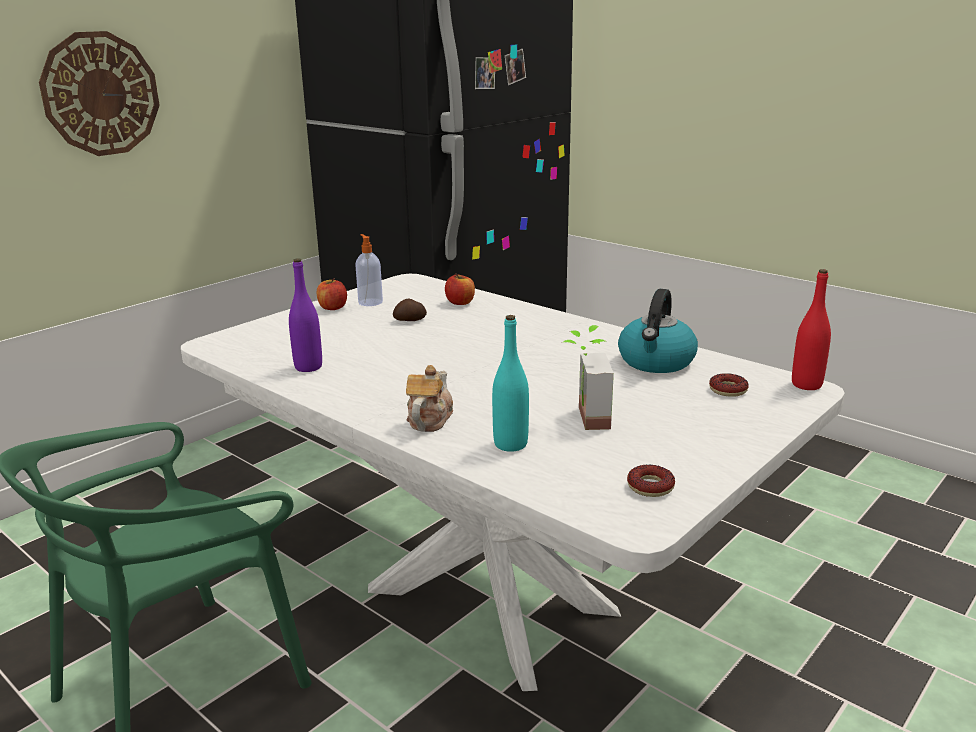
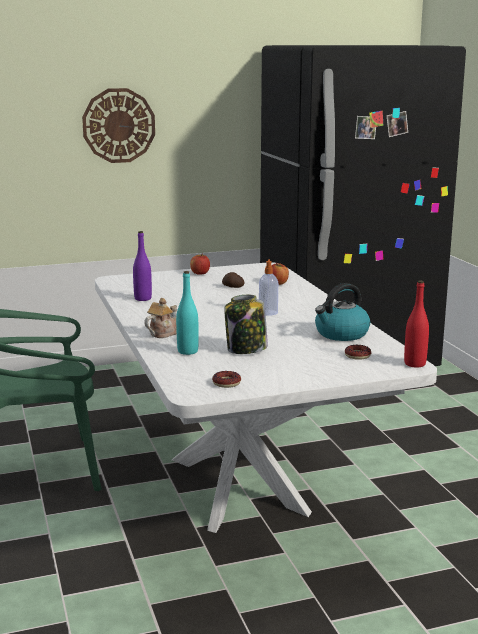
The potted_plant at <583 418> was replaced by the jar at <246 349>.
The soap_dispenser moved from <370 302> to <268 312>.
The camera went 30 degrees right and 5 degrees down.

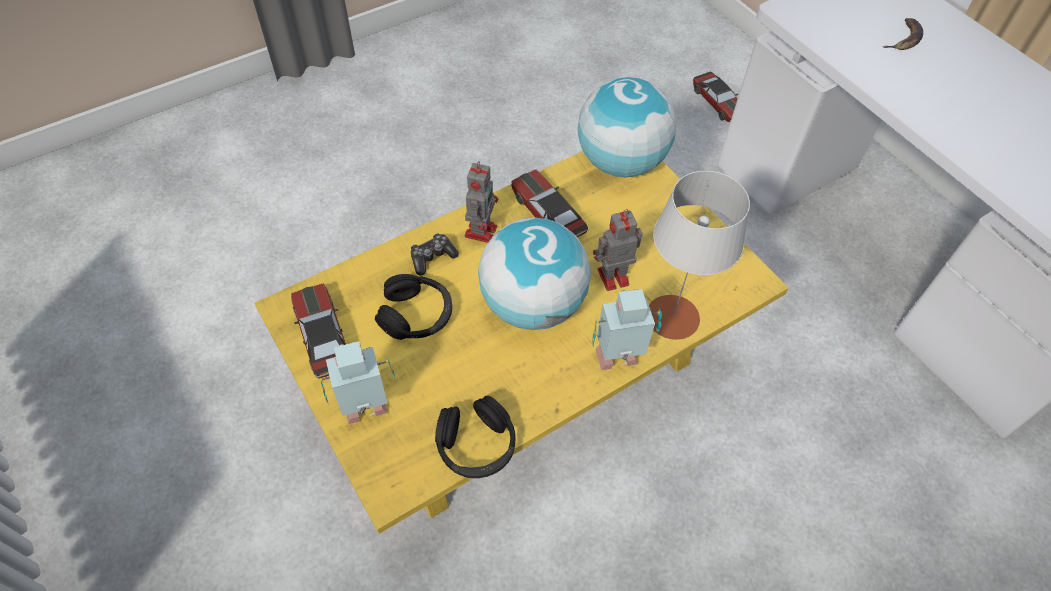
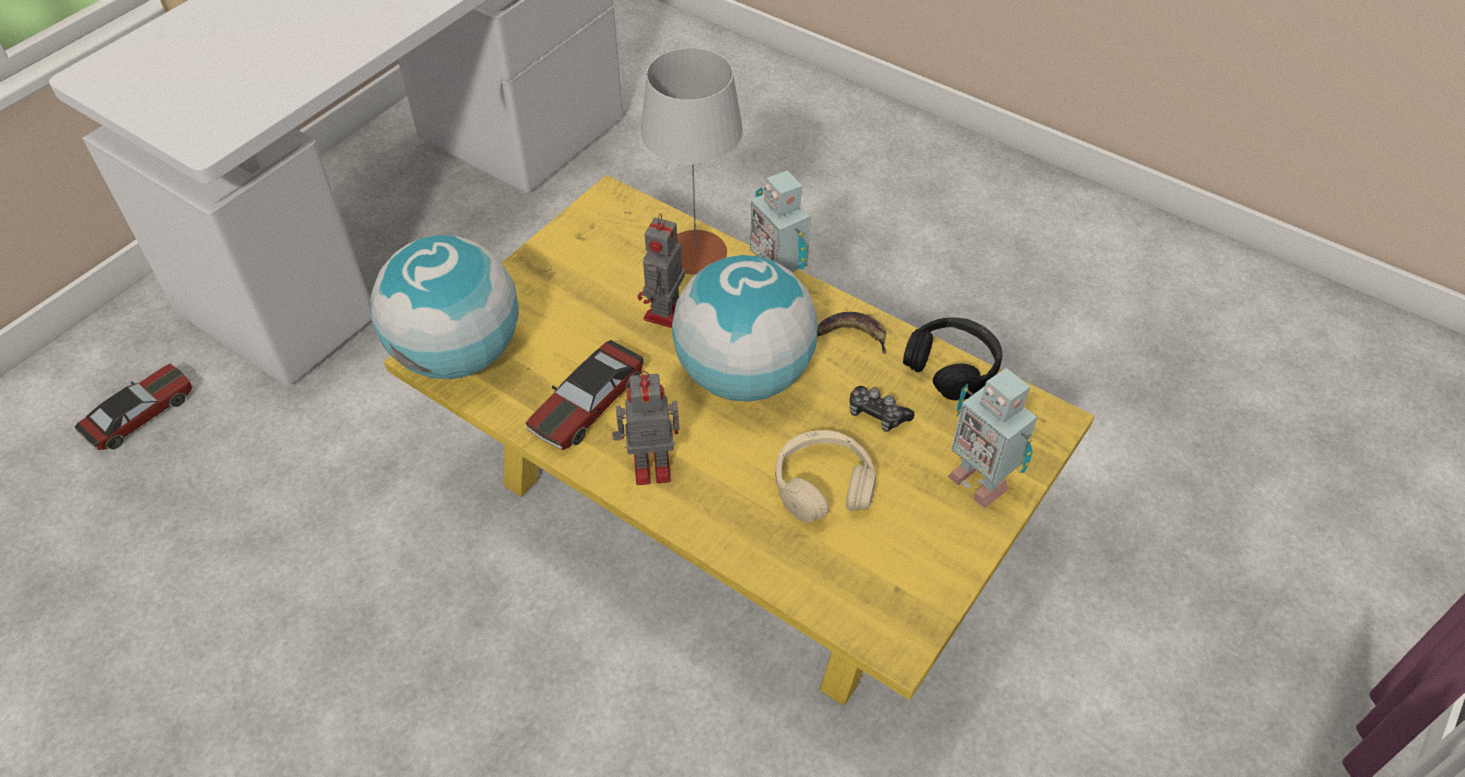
The toy_robot at <611 277> turned 60 degrees clockwise.
The black_headphones at <417 315> became the beige_headphones at <823 485>.
The banana moved from <904 38> to <851 335>.
The game_controller moved from <432 257> to <876 414>.
The toy_car at <323 336> disappeared.
The camera went 110 degrees left and 5 degrees down.

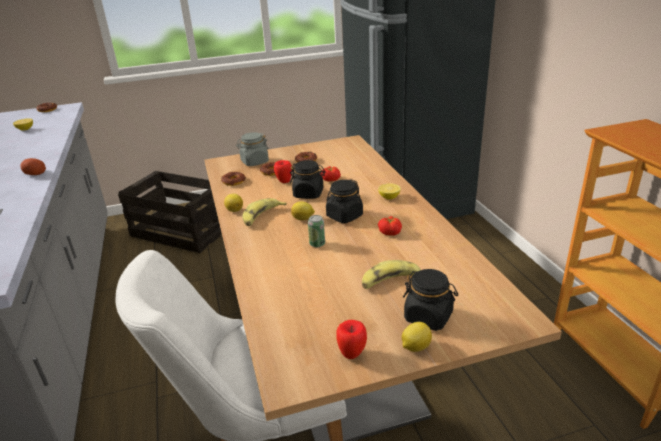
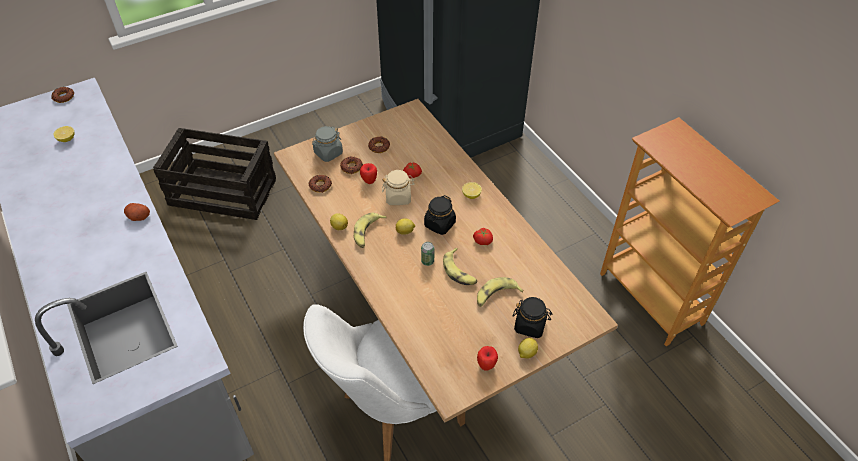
The black_jar at <308 194> became the beige_jar at <398 197>.
The banana at <459 271> appeared.
The camera went 15 degrees left and 20 degrees up.

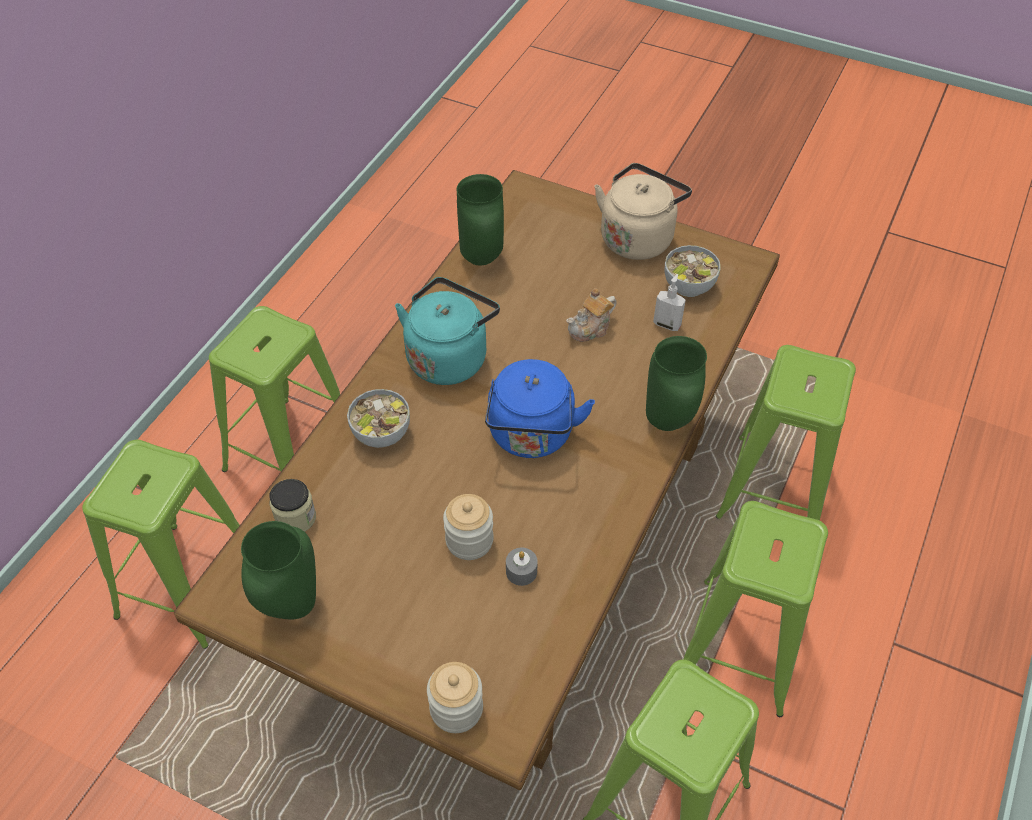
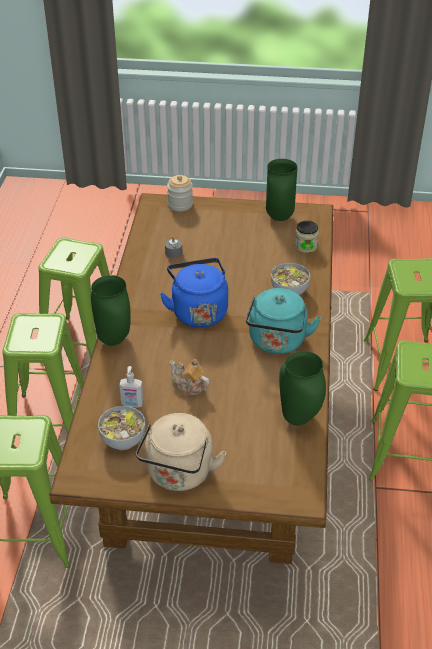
The teapot at <590 328> turned 90 degrees counterclockwise.
The jar at <469 540> disappeared.
The camera went 160 degrees right and 10 degrees down.

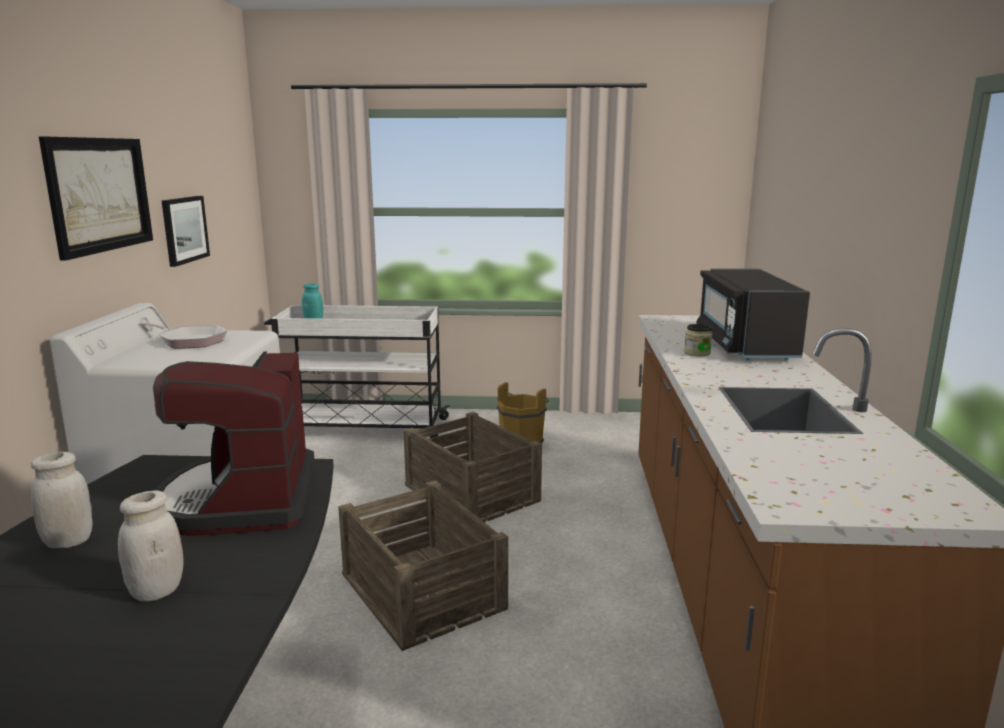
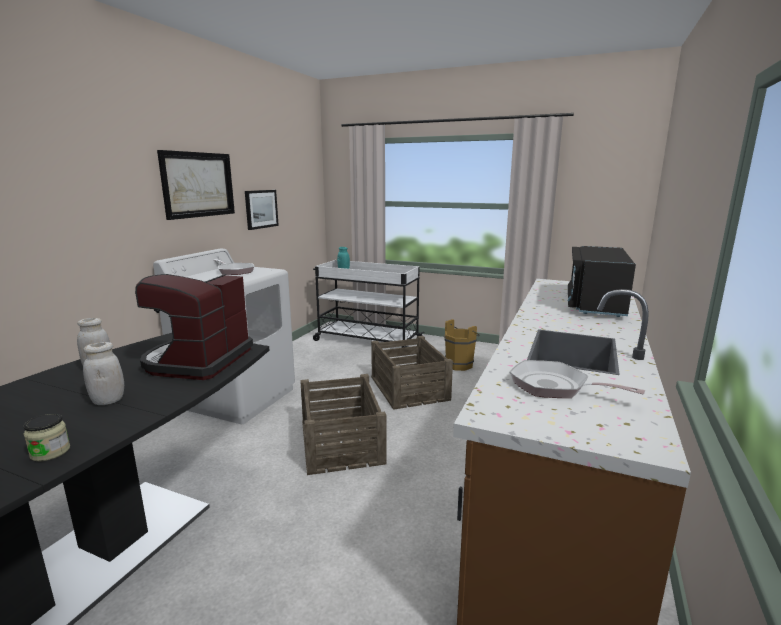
The jar moved from <697 353> to <50 452>.
The frying_pan at <554 386> appeared.
The camera went 20 degrees right and 0 degrees up.

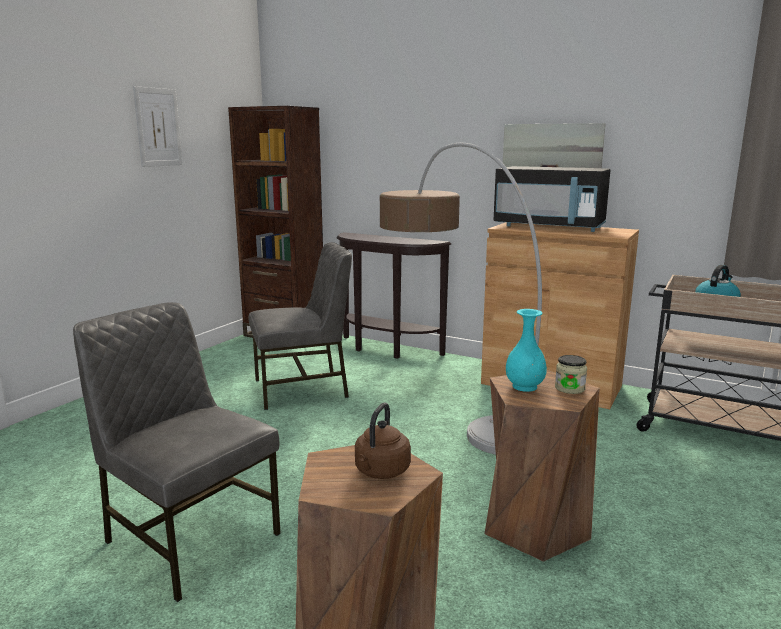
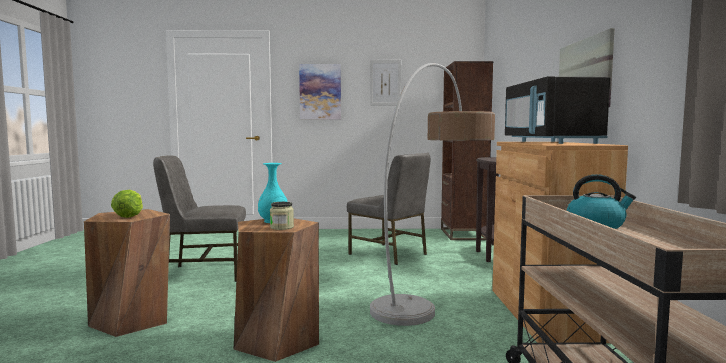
The brown_kettle at <381 472> was replaced by the lettuce at <129 216>.
The grey_chair at <189 537> turned 105 degrees counterclockwise.
The picture at <320 92> appeared.
The camera went 60 degrees right and 10 degrees down.

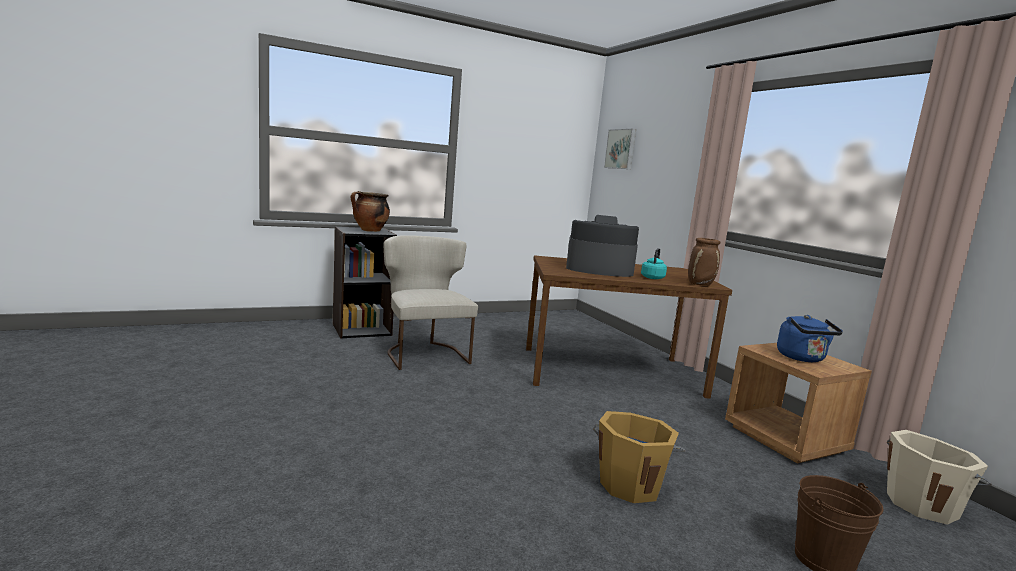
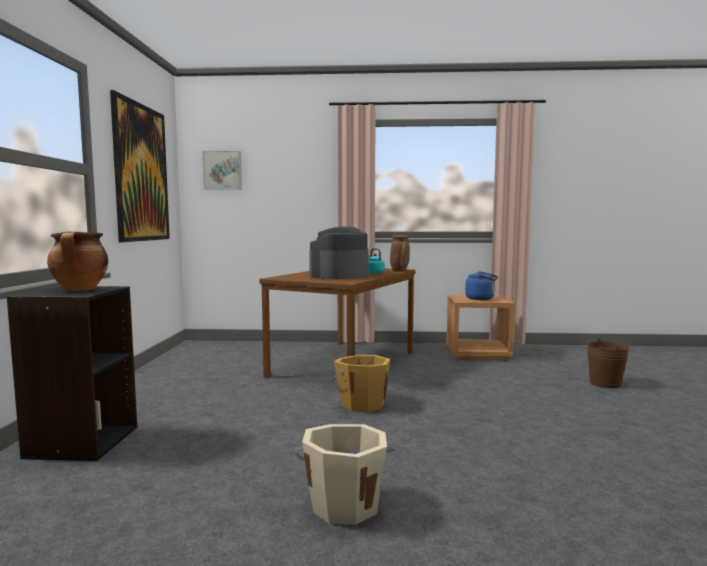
The picture at <141 173> appeared.
The beige_bucket moved from <922 504> to <345 504>.
The orange_bucket moved from <630 484> to <362 404>.
The beige_chair at <424 353> disappeared.
The camera went 60 degrees left and 5 degrees down.

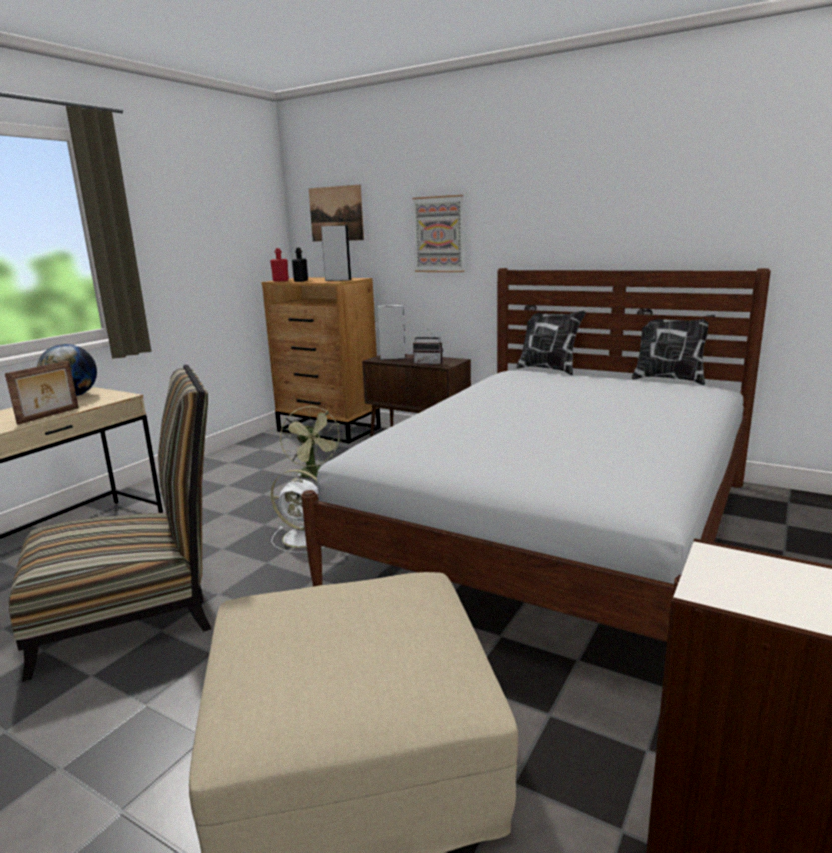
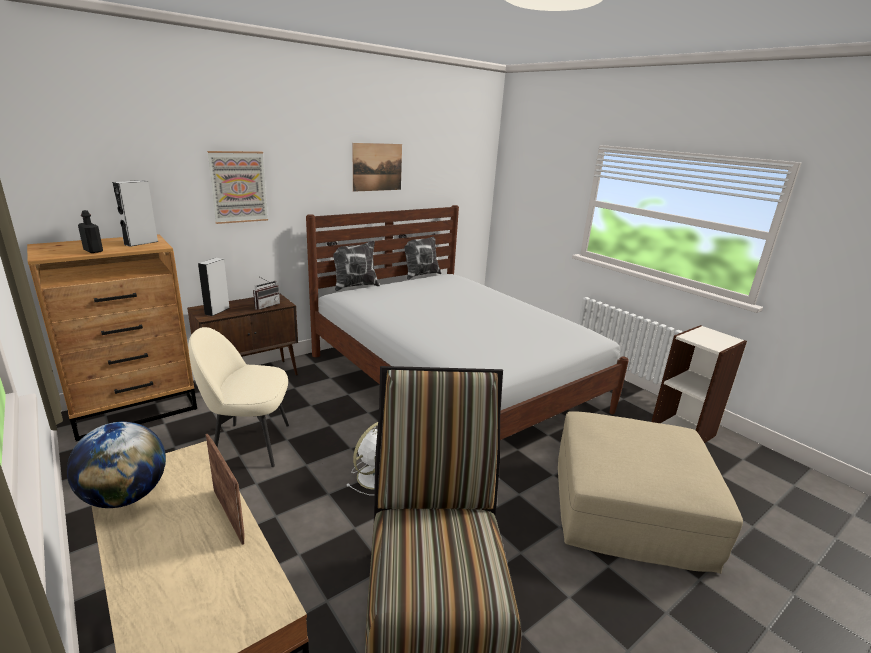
The green_fan at <314 475> was replaced by the beige_chair at <249 444>.
The picture moved from <336 214> to <377 167>.
The red_bottle at <280 281> disappeared.
The camera went 70 degrees left and 5 degrees up.

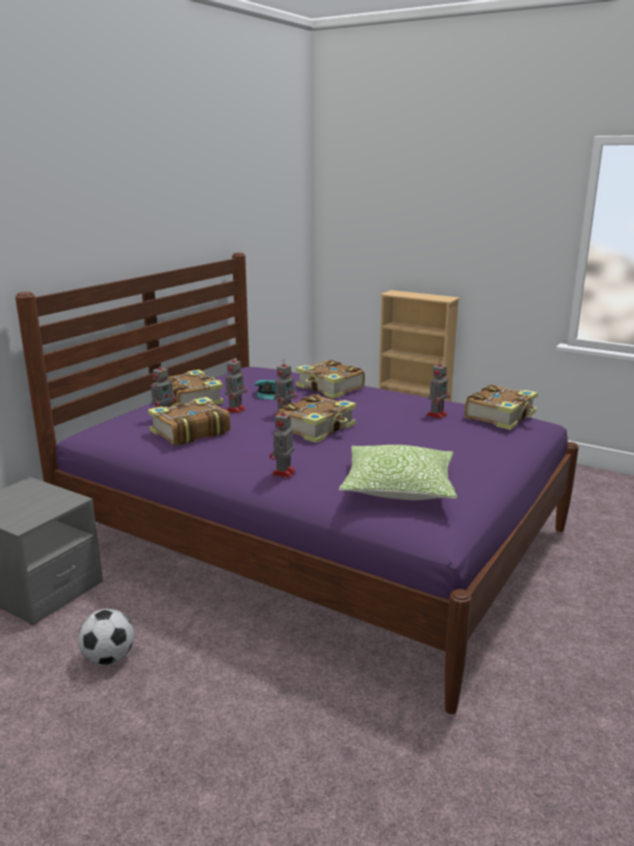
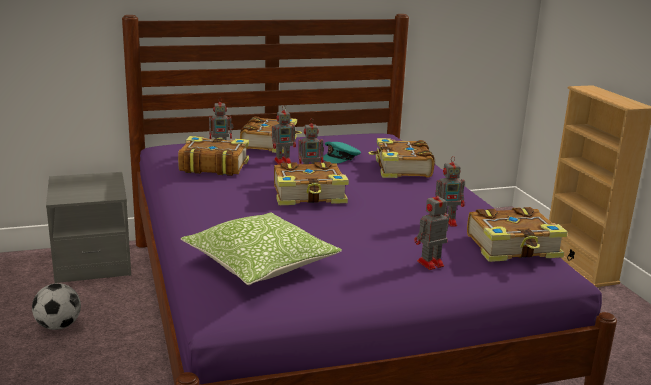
The toy_robot moved from <283 473> to <429 264>.
The camera went 40 degrees right and 0 degrees up.

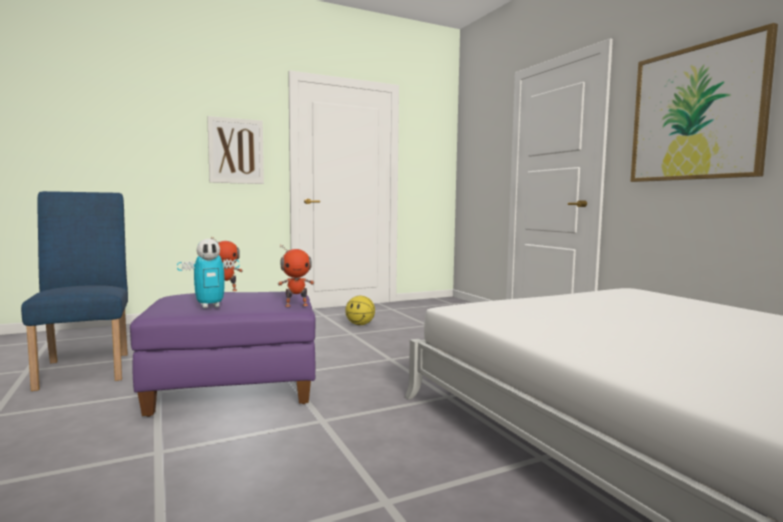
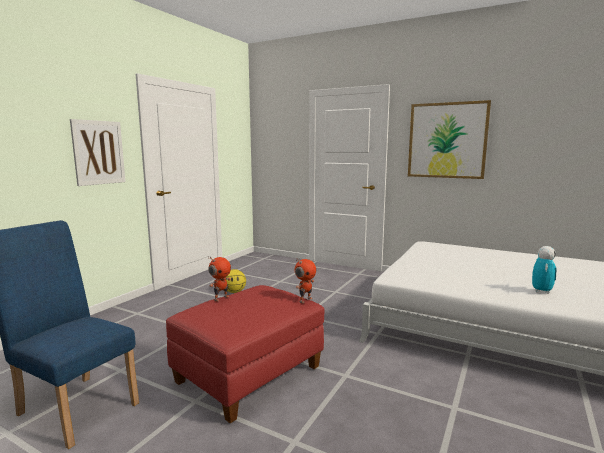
The purple_ottoman at <234 389> became the red_ottoman at <249 375>.
The toy_robot moved from <210 306> to <541 291>.
The camera went 35 degrees left and 5 degrees up.

